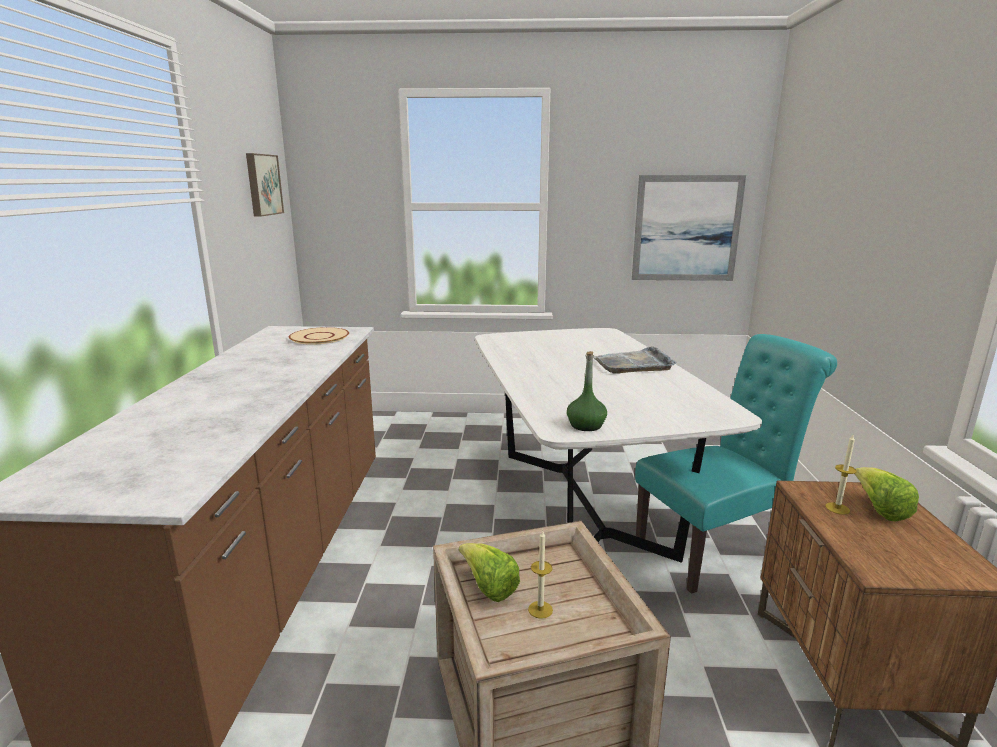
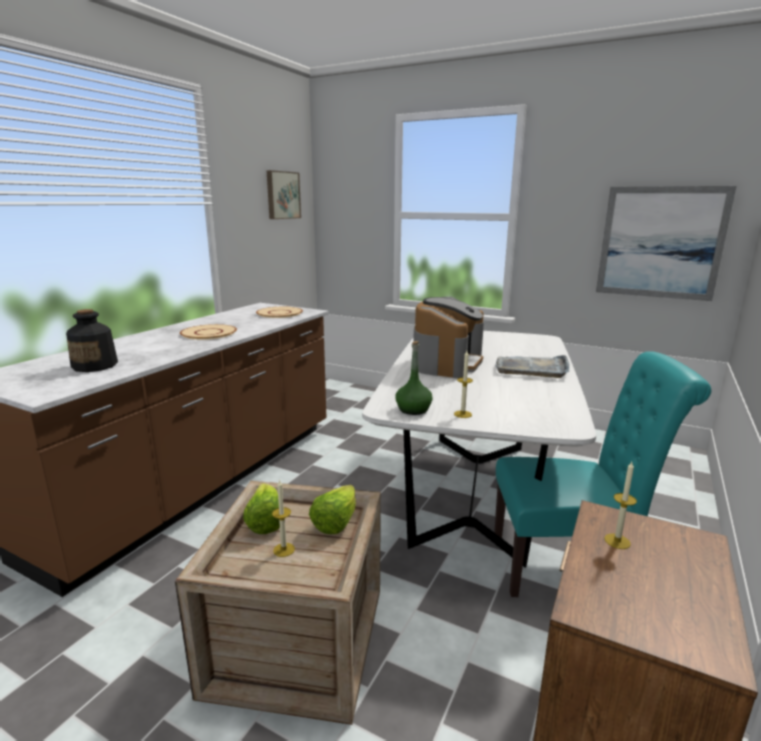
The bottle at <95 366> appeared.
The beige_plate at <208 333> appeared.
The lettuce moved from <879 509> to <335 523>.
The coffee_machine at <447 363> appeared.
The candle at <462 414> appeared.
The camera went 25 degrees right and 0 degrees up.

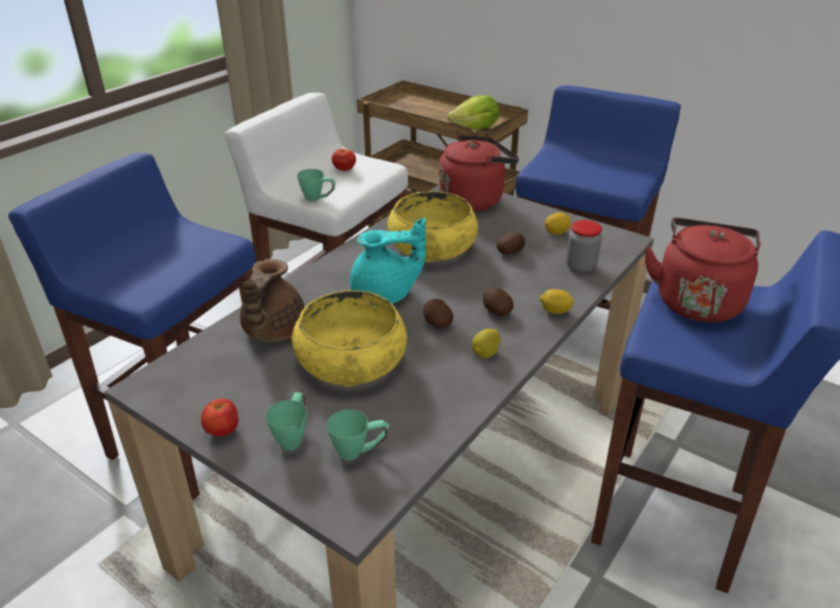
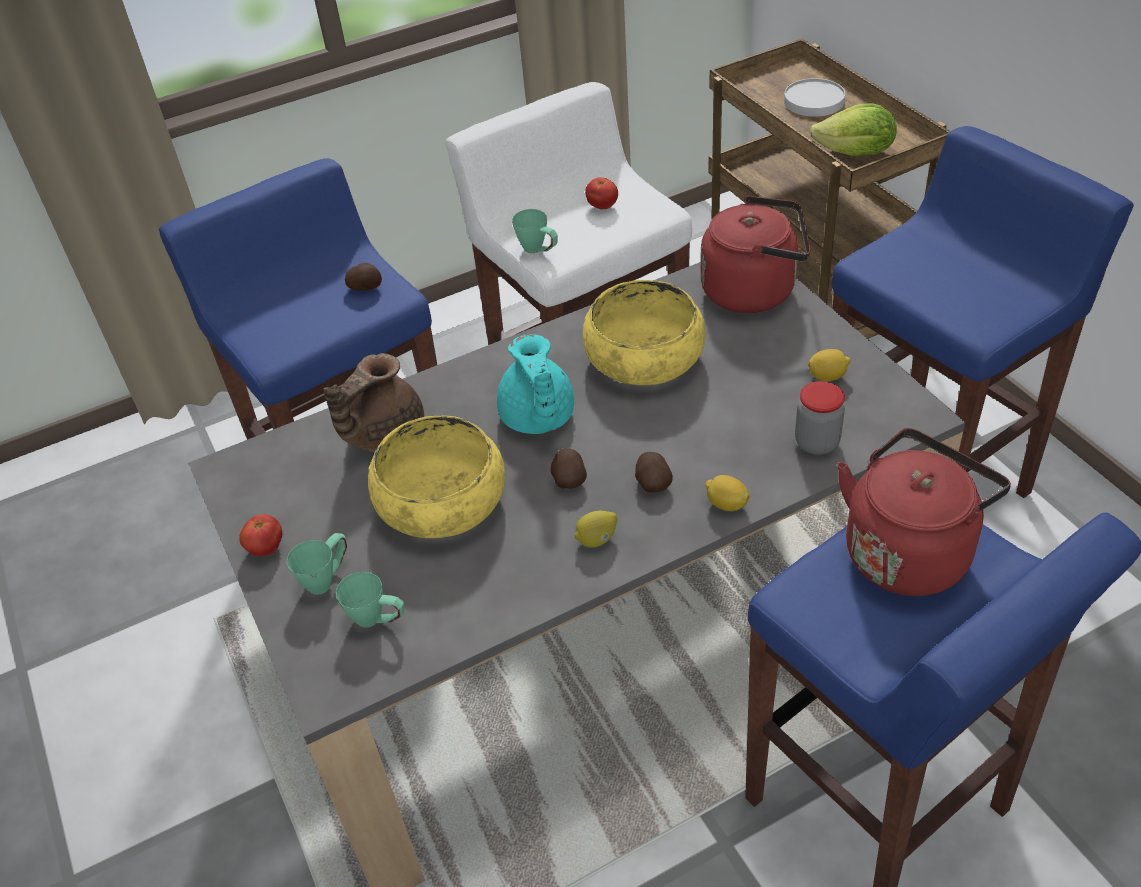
The potato moved from <510 252> to <366 287>.
The turquoise_teapot at <385 295> turned 60 degrees clockwise.
The white_plate at <814 101> appeared.
The camera went 30 degrees right and 10 degrees up.

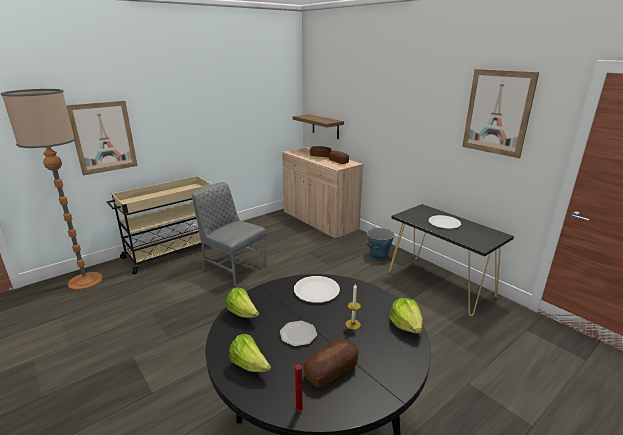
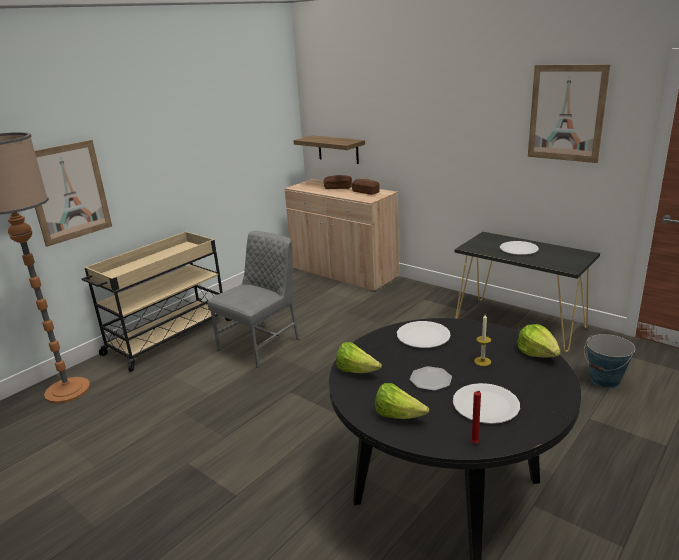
The grey_chair at <233 268> turned 105 degrees clockwise.
The bread at <331 370> was replaced by the white_plate at <485 405>.
The bucket moved from <378 256> to <605 380>.
The camera went 10 degrees left and 0 degrees up.

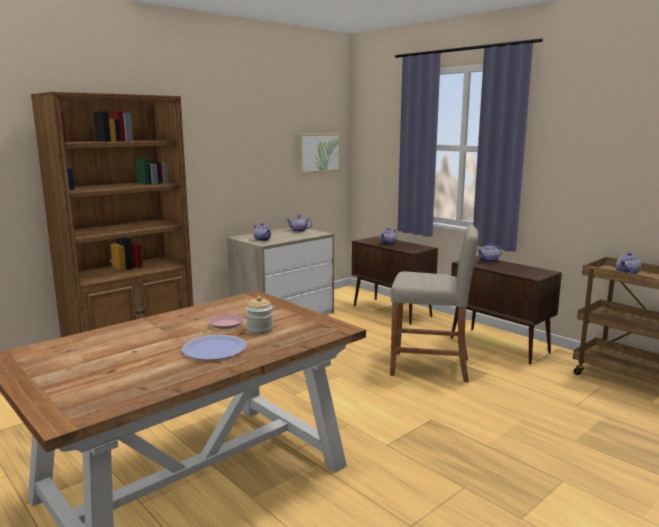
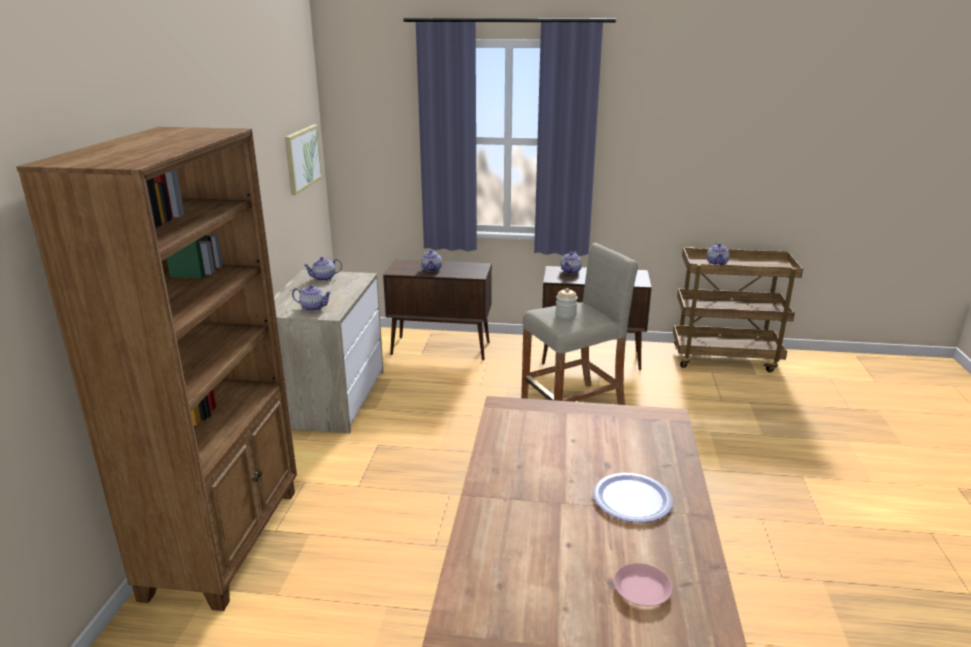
The jar moved from <260 330> to <566 315>.
The pink_plate moved from <226 324> to <642 589>.
The camera went 40 degrees left and 10 degrees up.

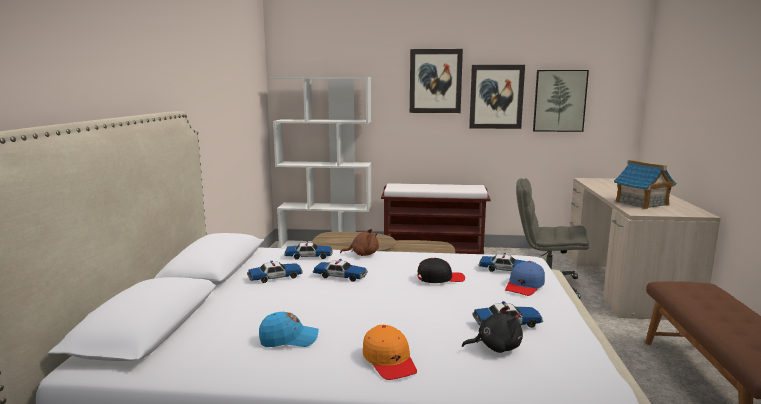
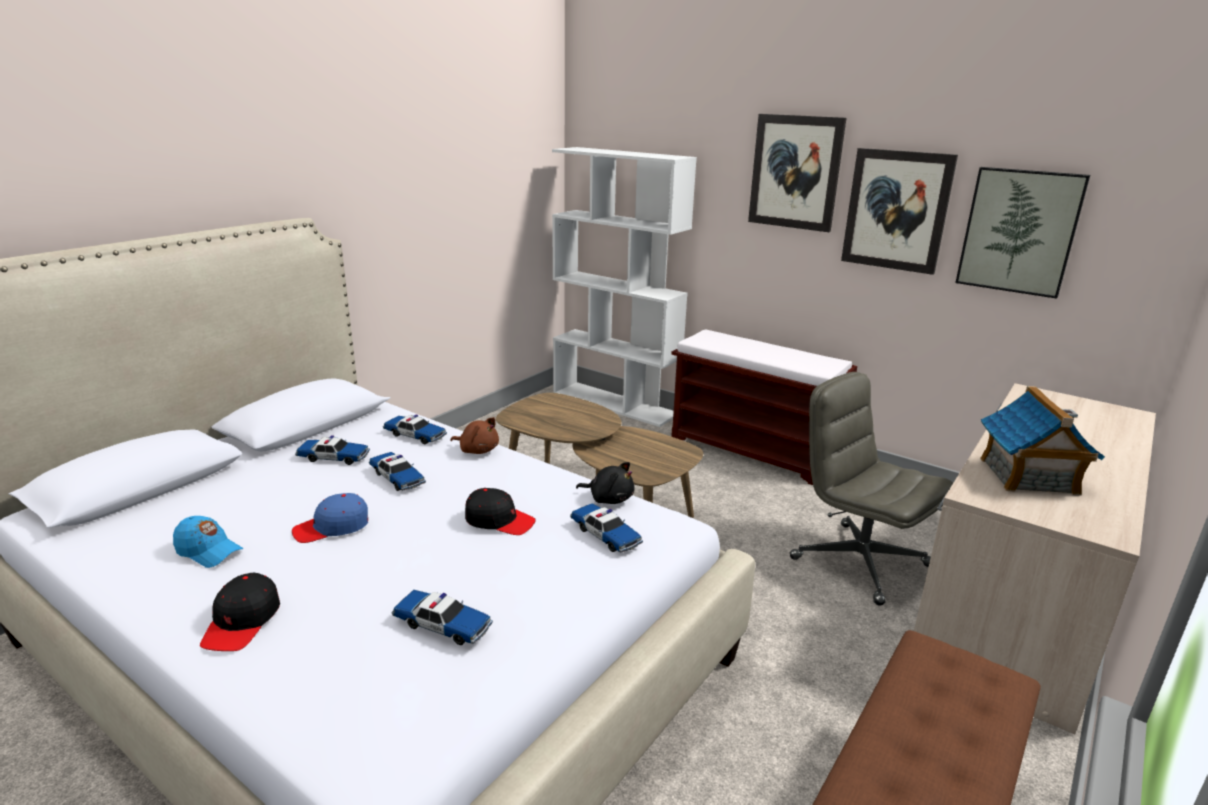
The orange_cap at <389 361> became the black_cap at <242 622>.
The blue_cap moved from <524 286> to <332 527>.
The black_plush_toy moved from <495 347> to <609 499>.
The camera went 30 degrees right and 10 degrees up.

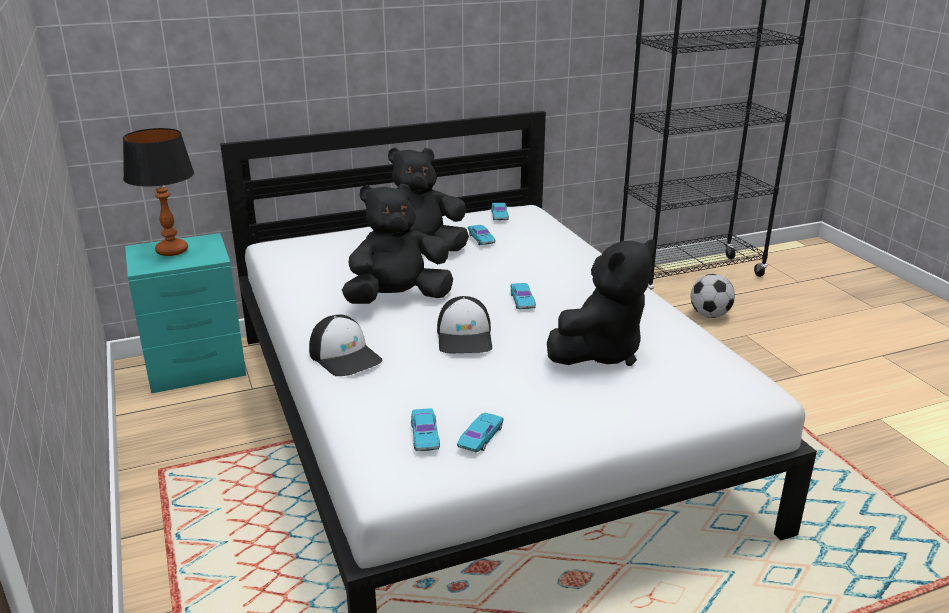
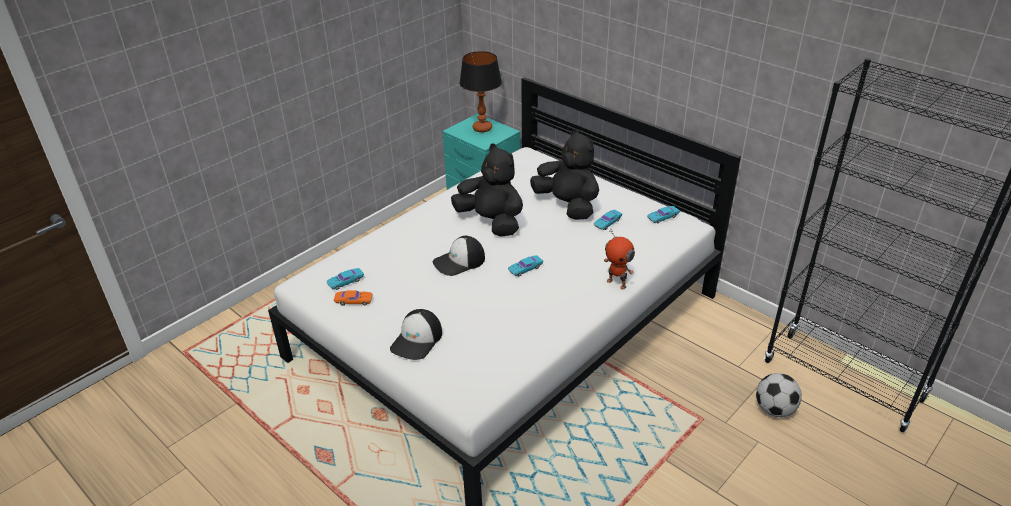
The turquoise_toy_car at <480 437> became the orange_toy_car at <353 300>.
The cap moved from <345 356> to <417 340>.
The toy_robot at <617 283> appeared.
The black_plush_toy at <600 352> disappeared.
The camera went 65 degrees right and 10 degrees up.

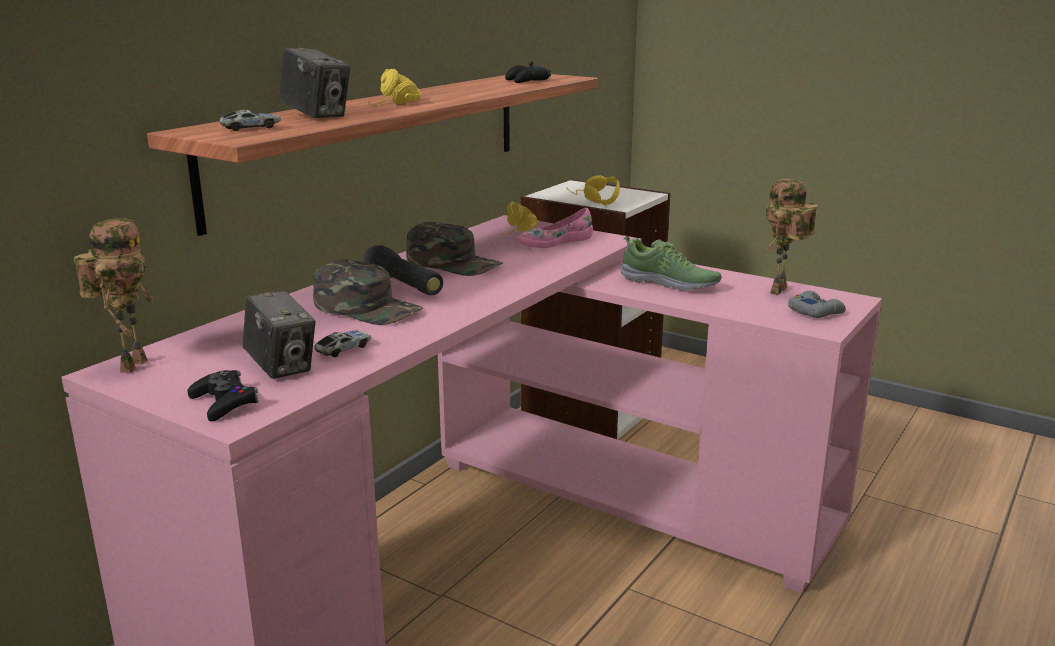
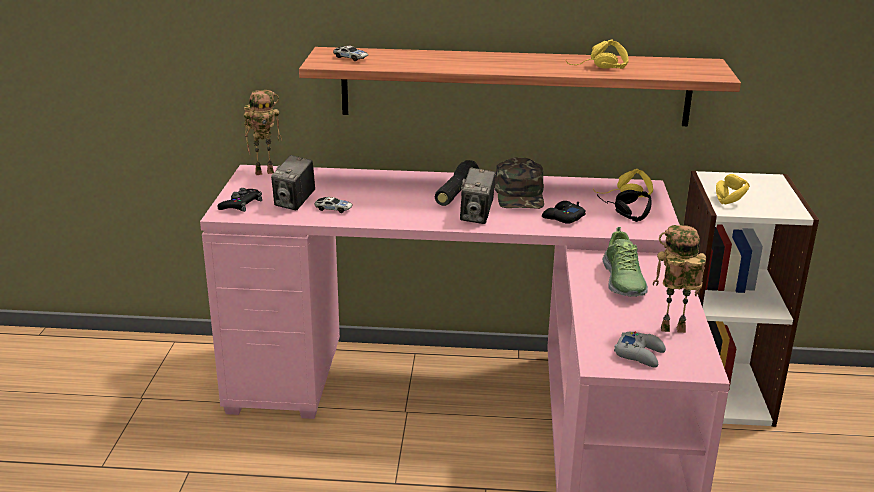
The photo_camera moved from <317 116> to <477 216>.
The black_game_controller moved from <527 81> to <562 217>.
The yellow_headphones moved from <396 105> to <598 68>.
The pink_shoe at <554 242> was replaced by the black_headphones at <619 213>.
The green_cap at <367 307> disappeared.
The camera went 60 degrees right and 5 degrees up.

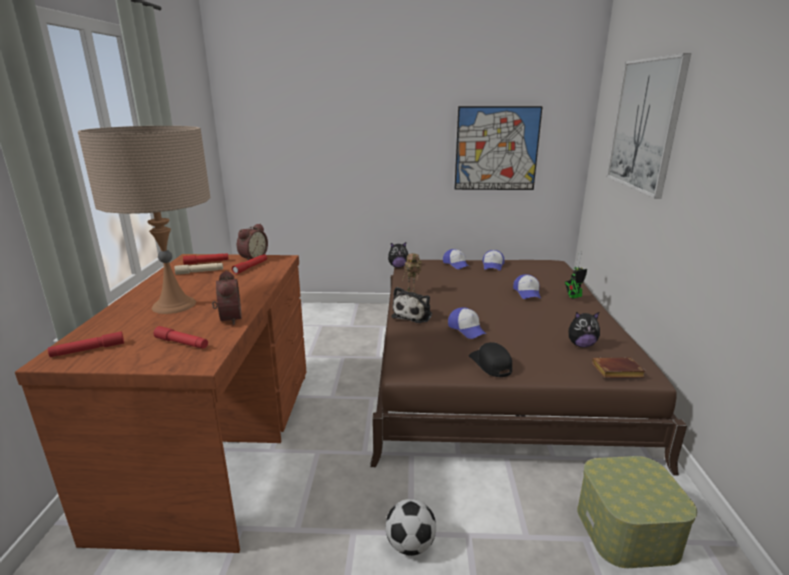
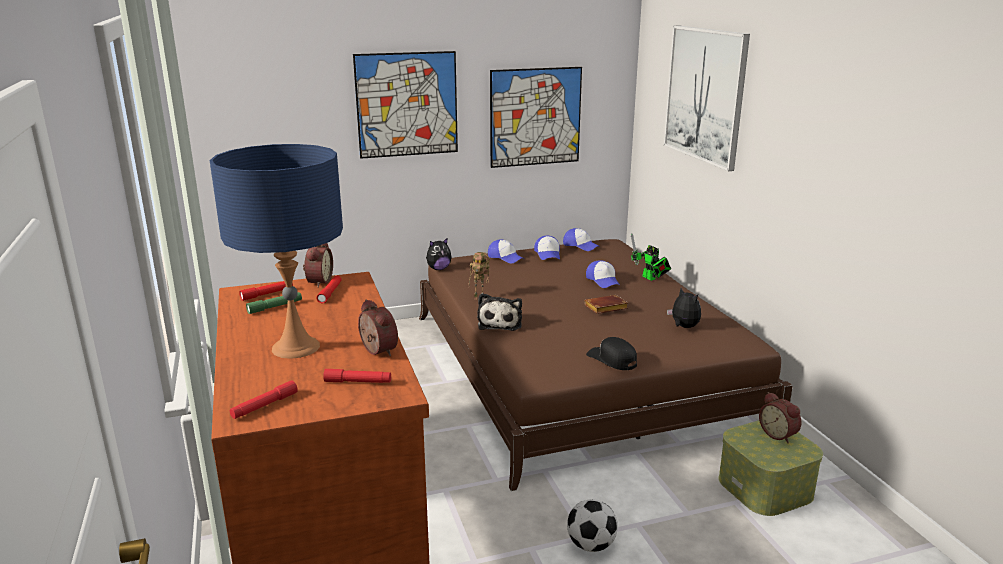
The beige_table_lamp at <174 305> became the blue_table_lamp at <295 347>.
The beige_flashlight at <200 272> became the green_flashlight at <275 307>.
The picture at <407 104> appeared.
The cap moved from <467 329> to <580 245>.
The brown_book moved from <616 372> to <605 308>.
The toy_robot at <573 296> turned 75 degrees counterclockwise.
The plush_toy at <581 345> turned 105 degrees counterclockwise.
The alarm_clock at <779 434> appeared.
The camera went 20 degrees left and 0 degrees up.

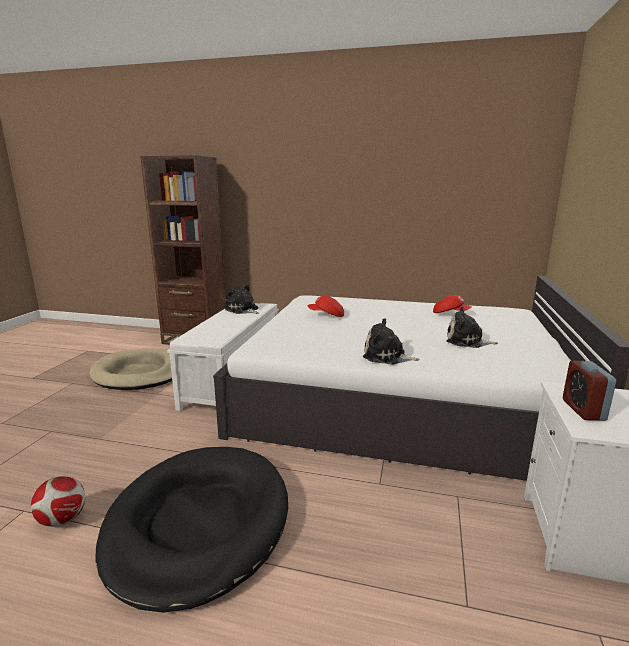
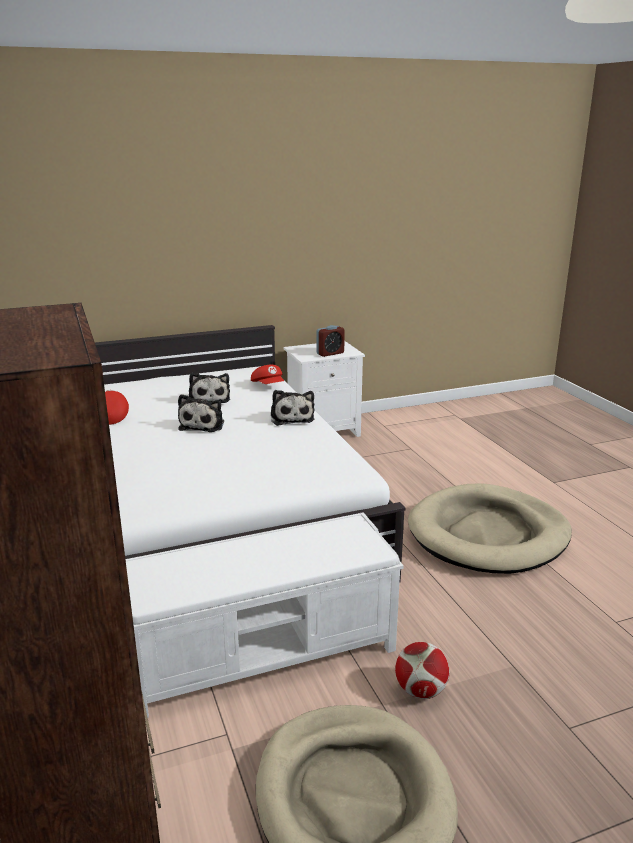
The plush_toy moved from <242 310> to <203 425>.
The red_cap moved from <326 315> to <268 385>.
The football moved from <62 520> to <421 691>.
The black_dog_bed at <199 524> became the beige_dog_bed at <488 534>.
The camera went 125 degrees left and 5 degrees up.

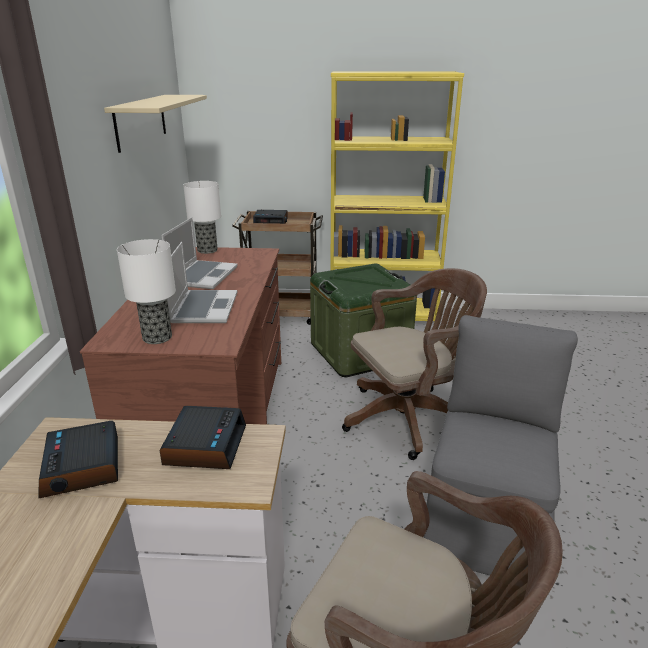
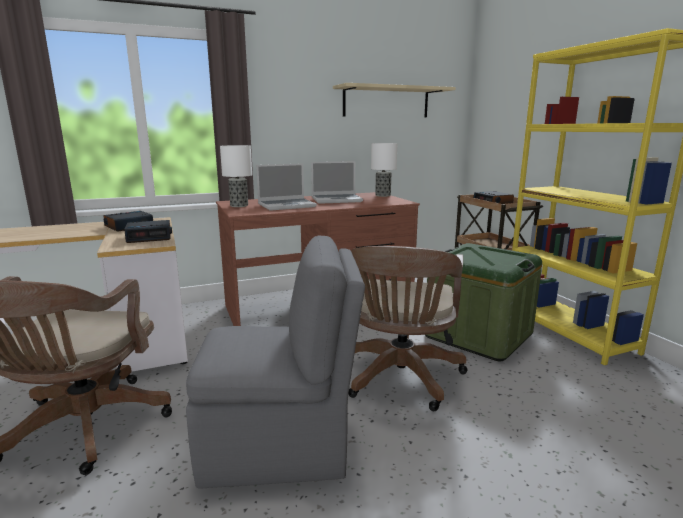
The brown_office_chair at <409 417> turned 60 degrees clockwise.
The camera went 65 degrees right and 10 degrees down.

